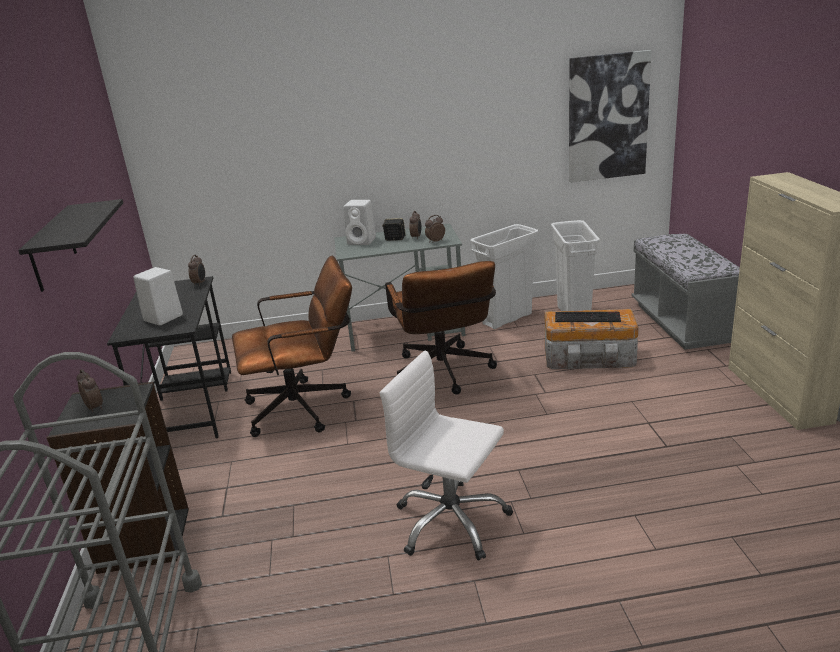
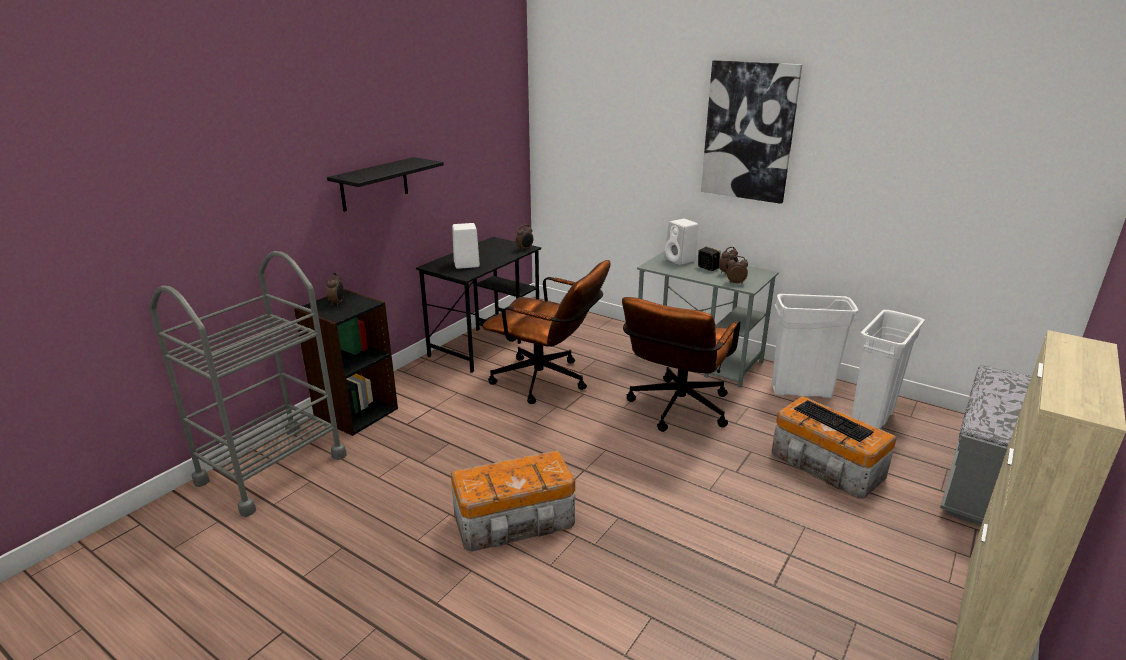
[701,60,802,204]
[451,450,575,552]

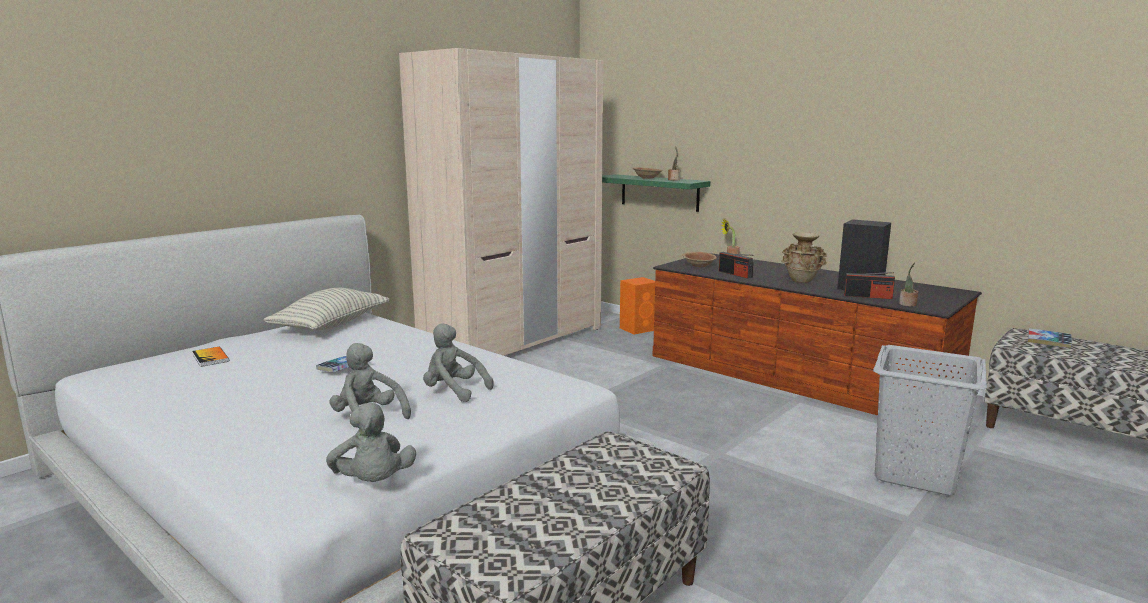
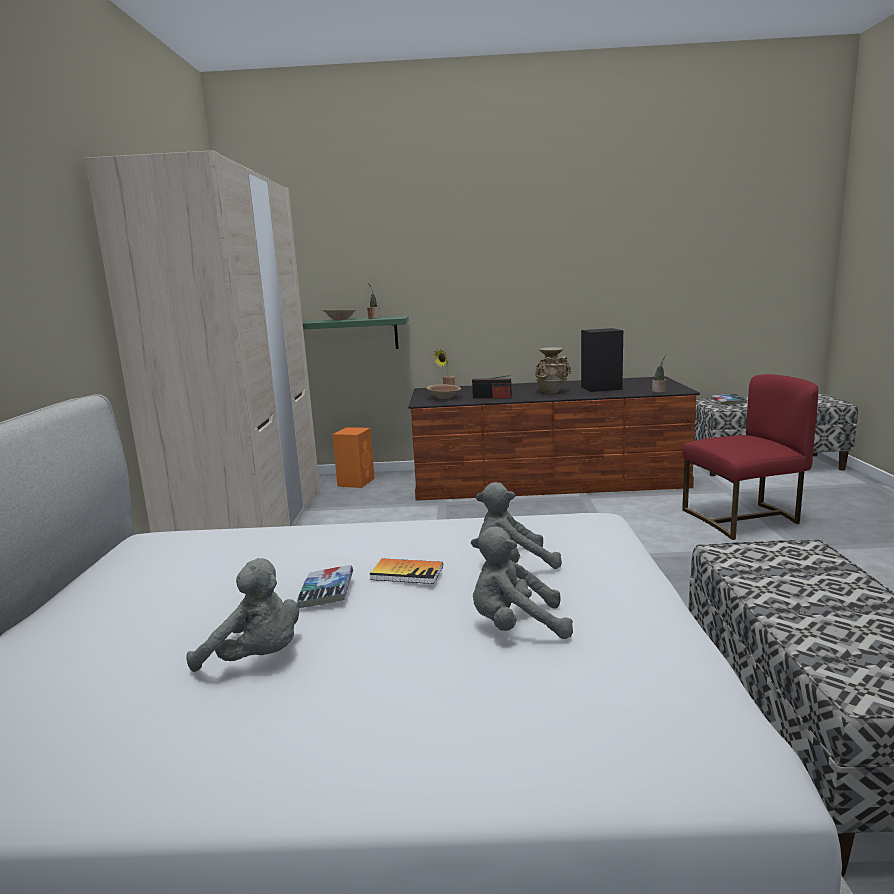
[264,288,389,330] (first image)
[844,272,895,299] (first image)
[369,558,443,584]
[186,558,299,672]
[682,374,818,540]

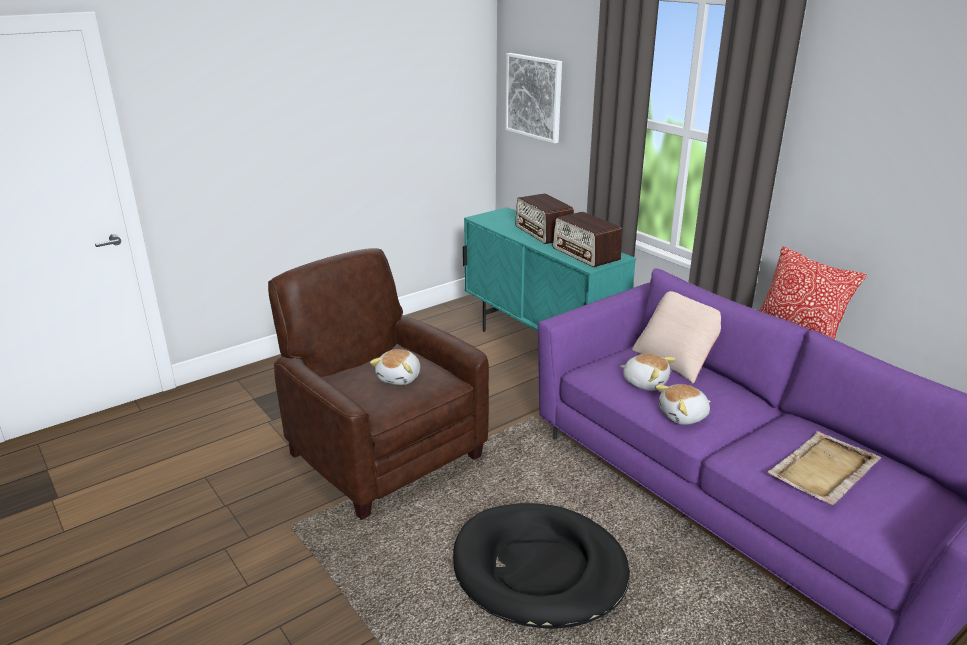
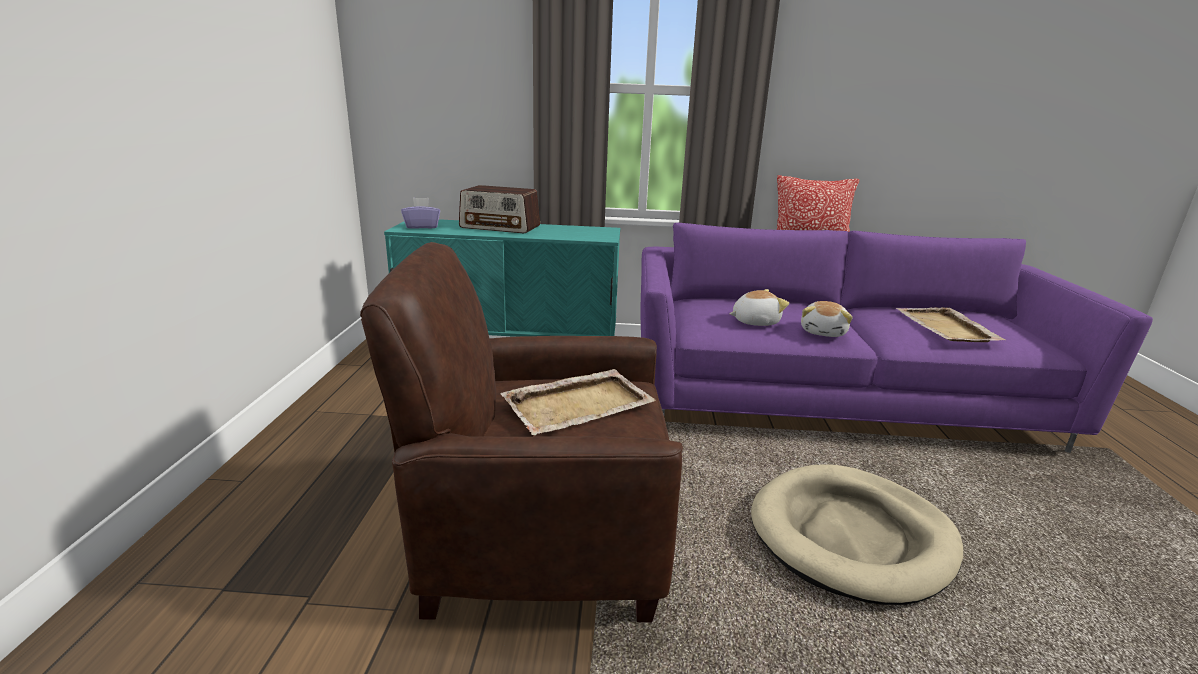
[505,53,562,144] (first image)
[552,212,622,267] (first image)
[632,291,721,384] (first image)
[401,198,440,229]
[500,369,656,435]
[751,464,963,605]

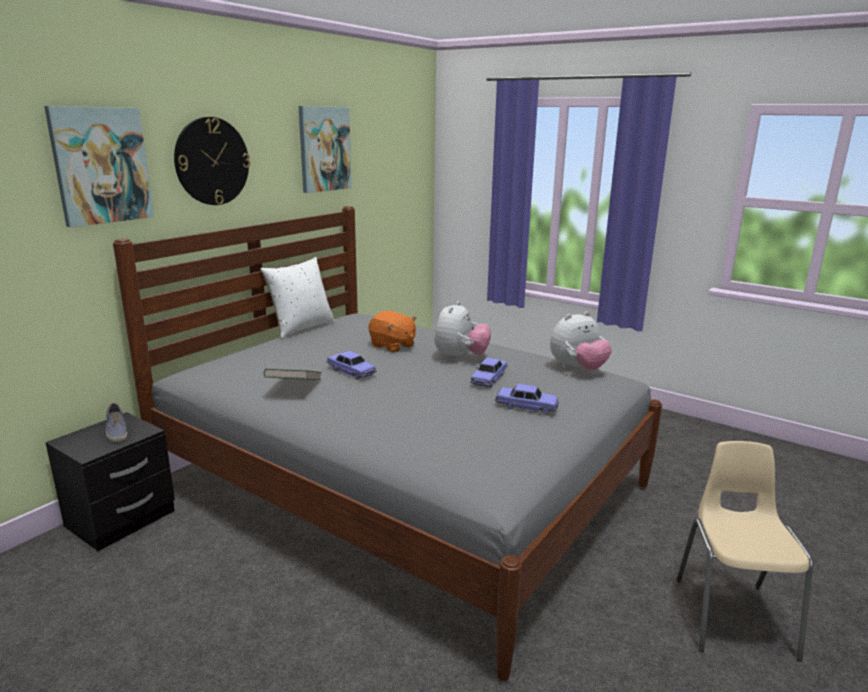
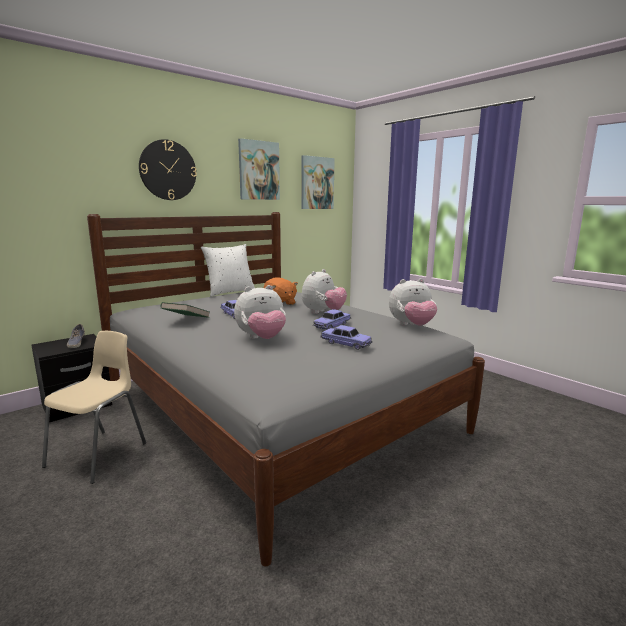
[234,285,286,339]
[301,155,335,209]
[42,331,146,484]

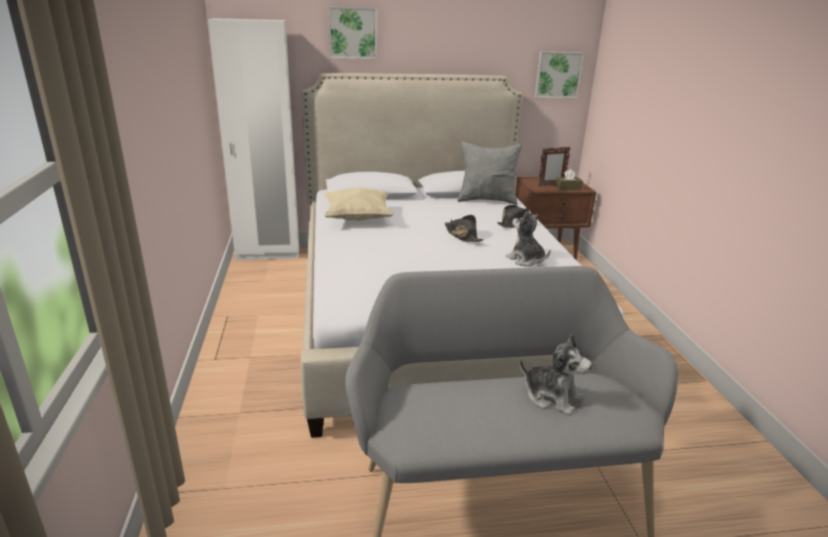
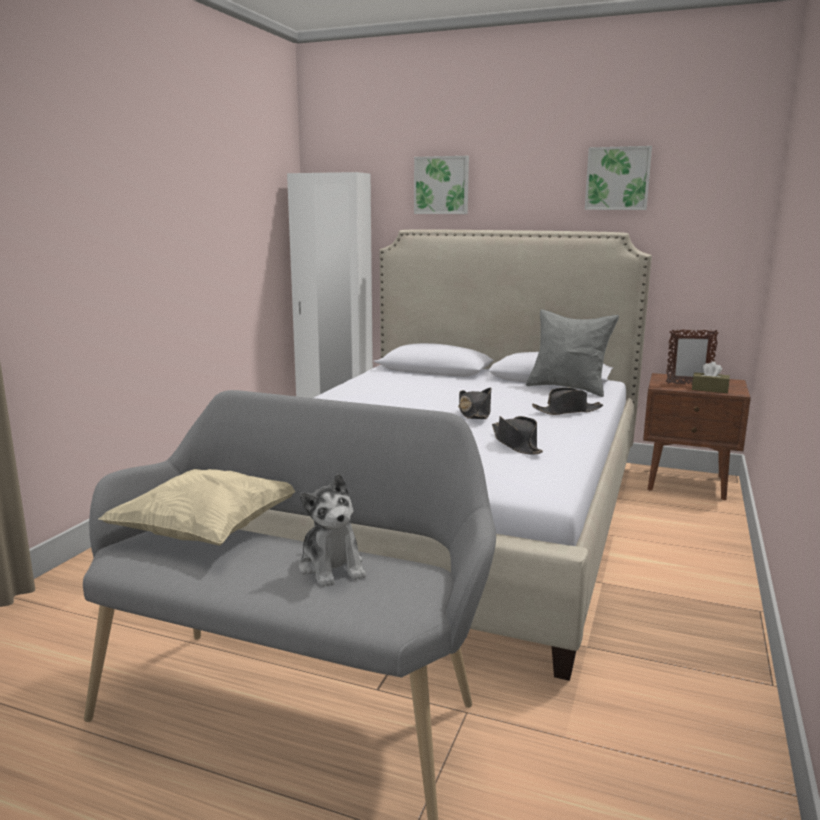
[98,469,295,546]
[585,146,652,210]
[492,416,543,455]

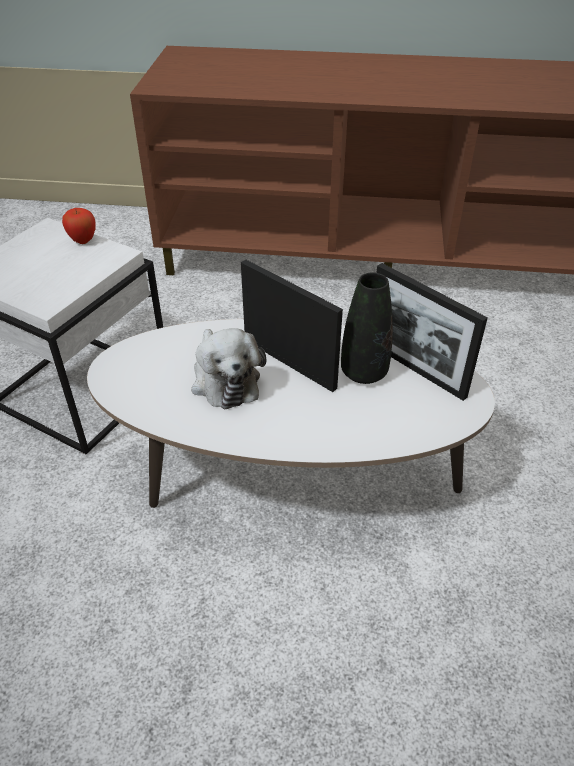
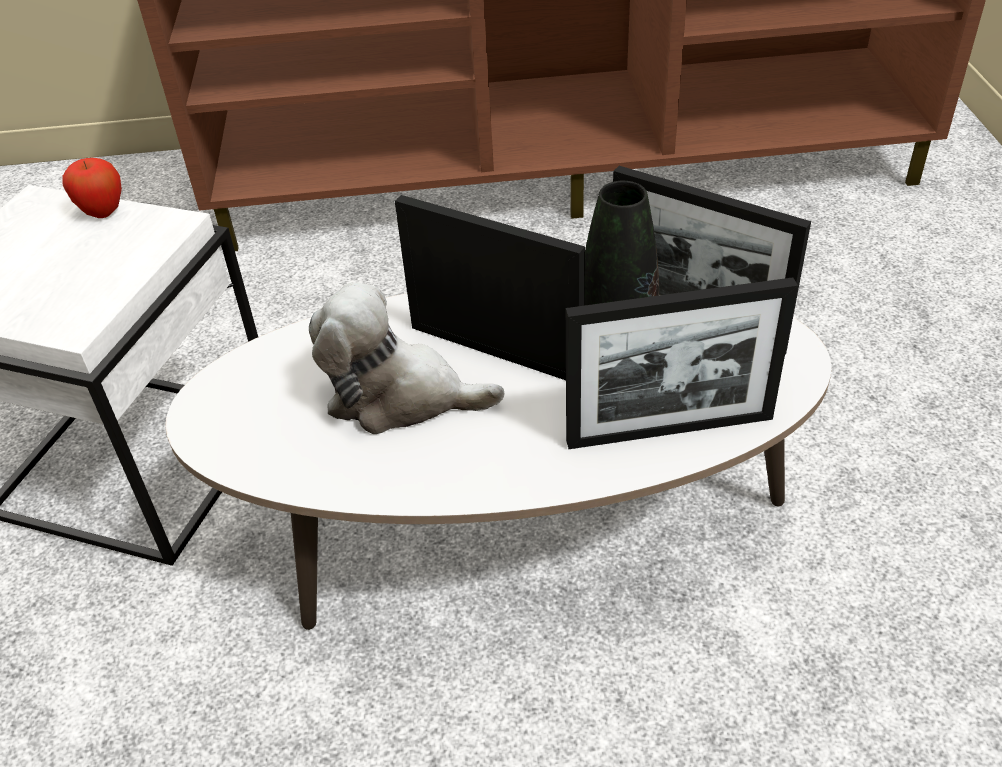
[566,277,798,449]
[309,283,504,434]

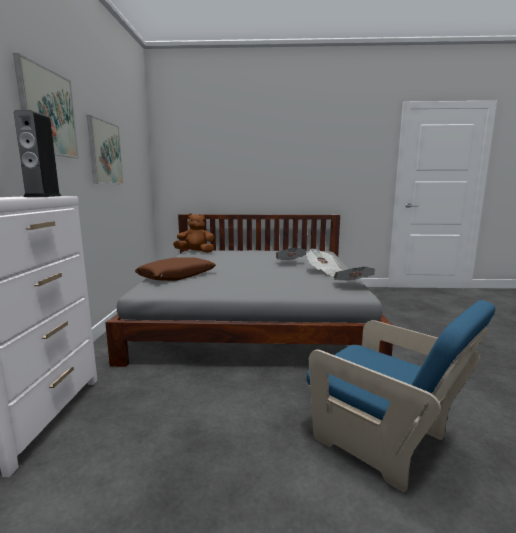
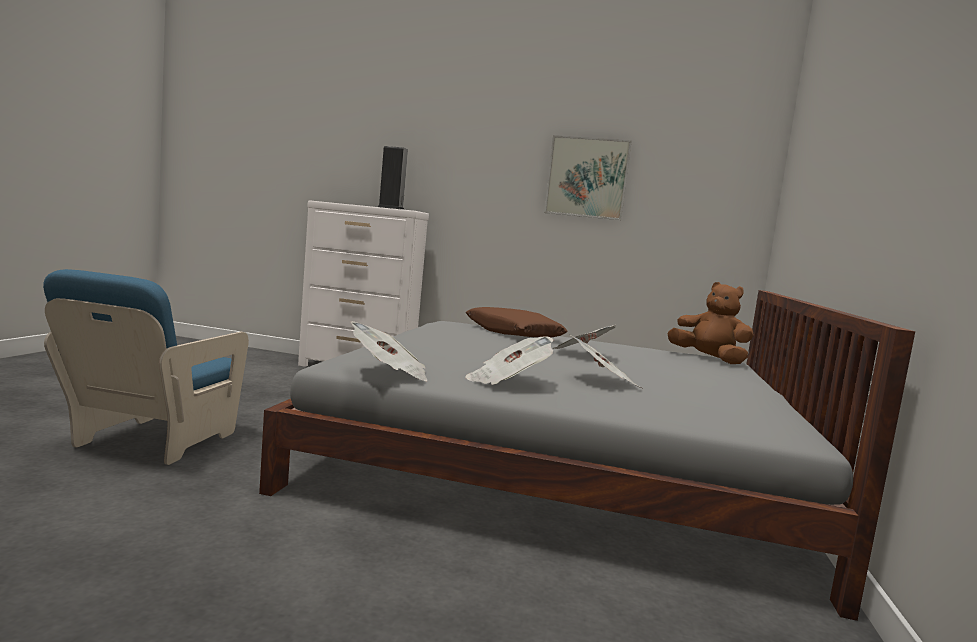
[13,53,79,158] (first image)
[553,325,615,349]
[667,282,754,364]
[43,269,249,465]

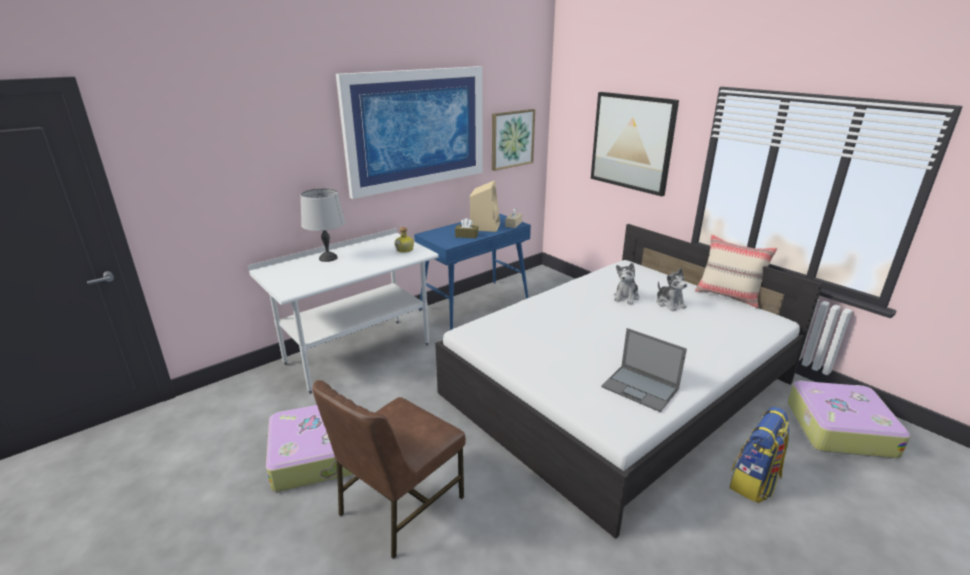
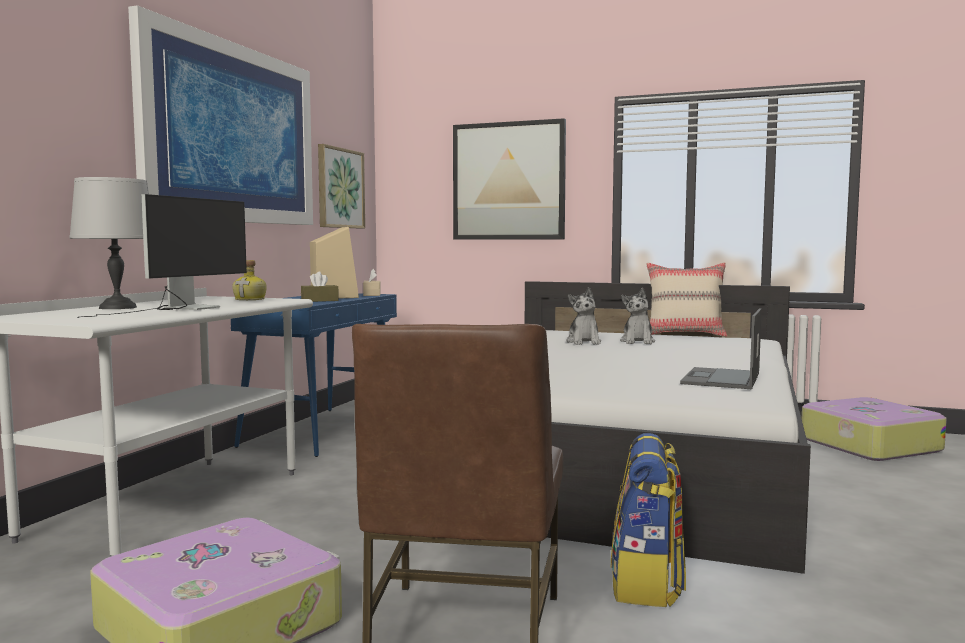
[77,194,247,318]
[611,433,686,607]
[680,309,762,389]
[620,288,655,344]

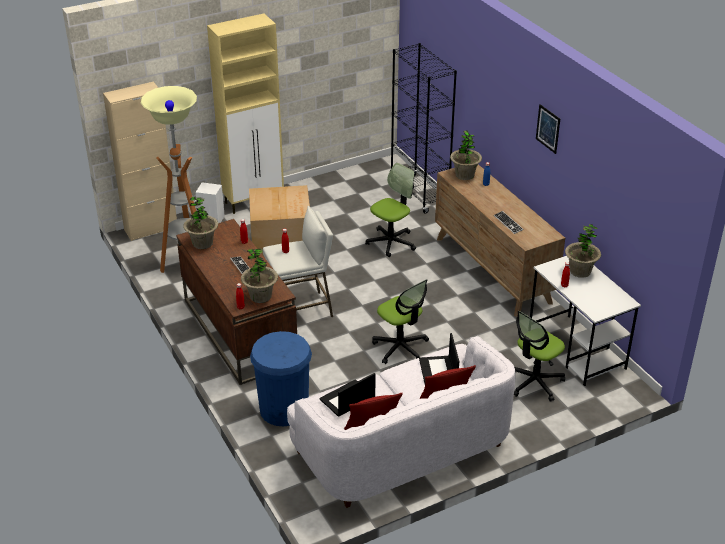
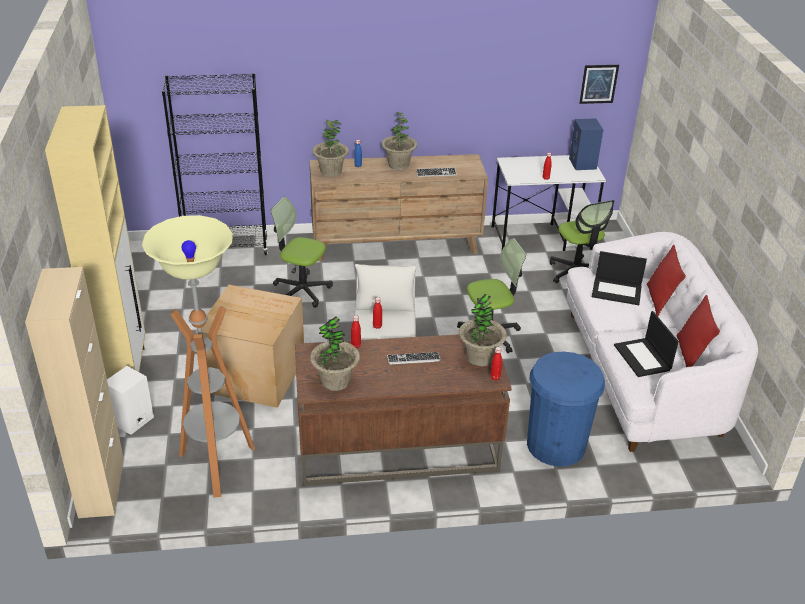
[569,118,603,170]
[579,65,619,104]
[381,112,417,170]
[271,197,333,308]

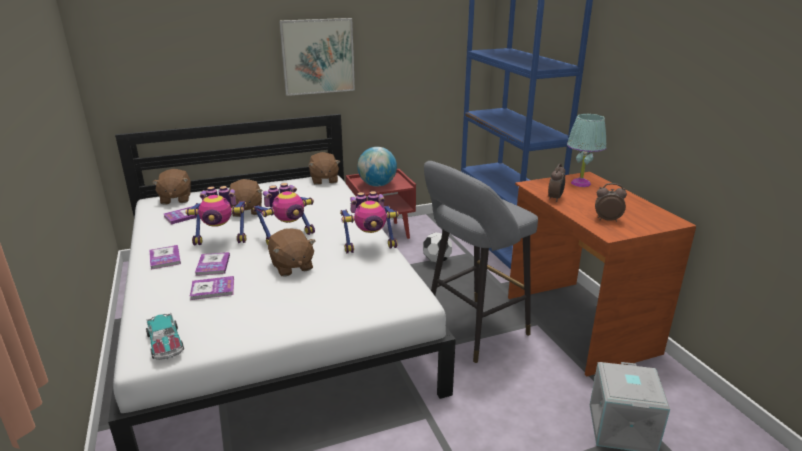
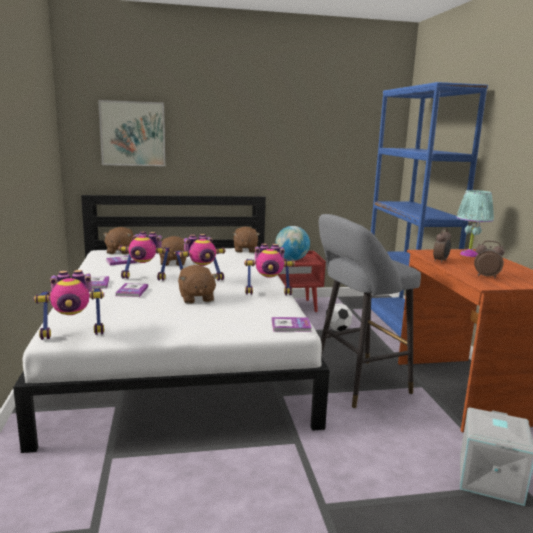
[272,317,312,332]
[98,100,165,166]
[34,270,104,340]

